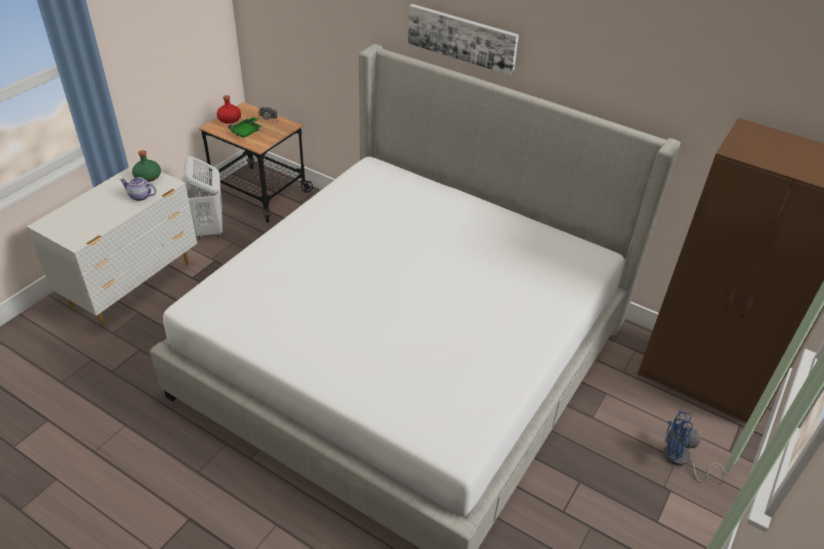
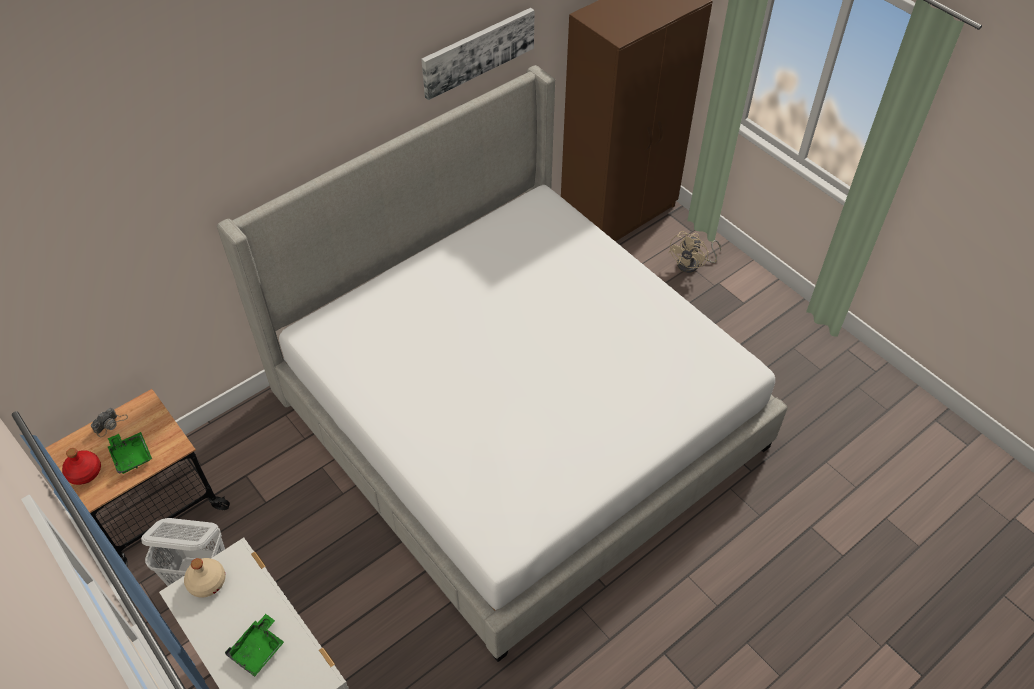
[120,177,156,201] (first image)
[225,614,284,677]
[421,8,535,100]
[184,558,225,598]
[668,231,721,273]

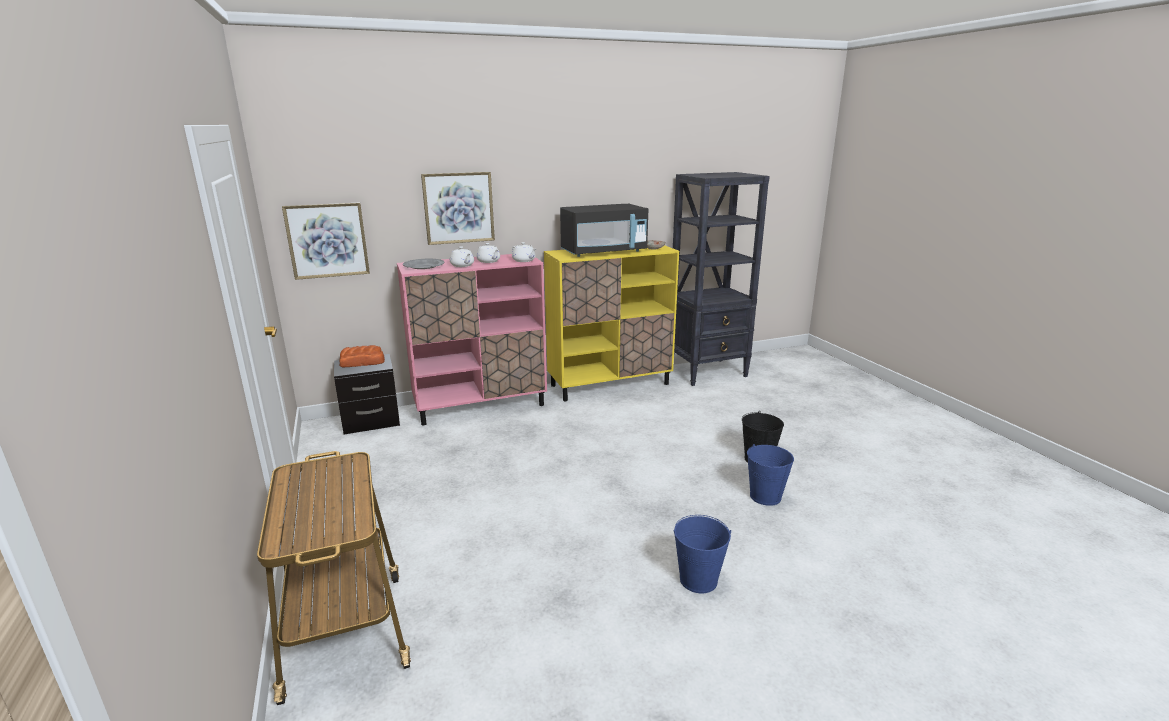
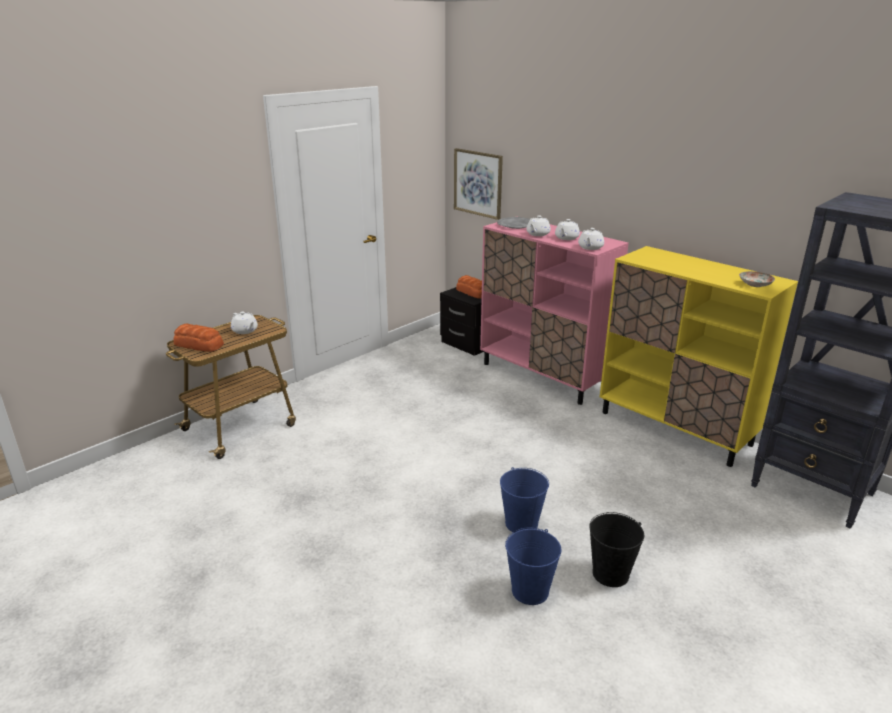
[421,172,495,245] (first image)
[560,204,648,257] (first image)
[173,324,224,352]
[231,311,258,334]
[500,467,549,533]

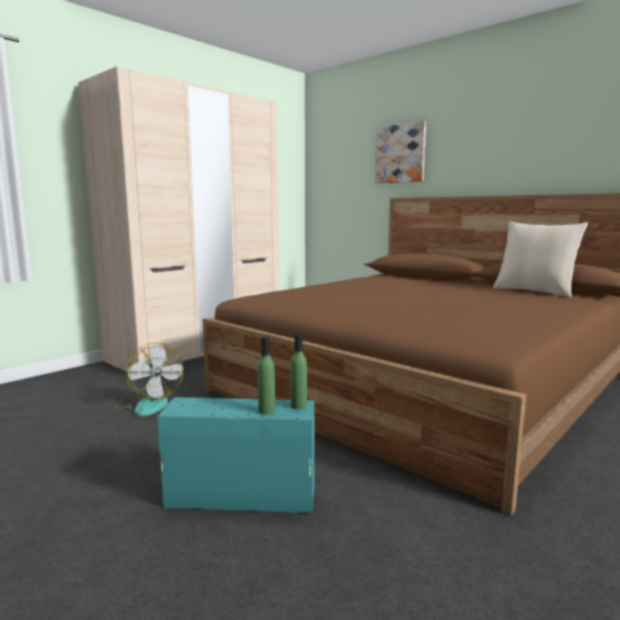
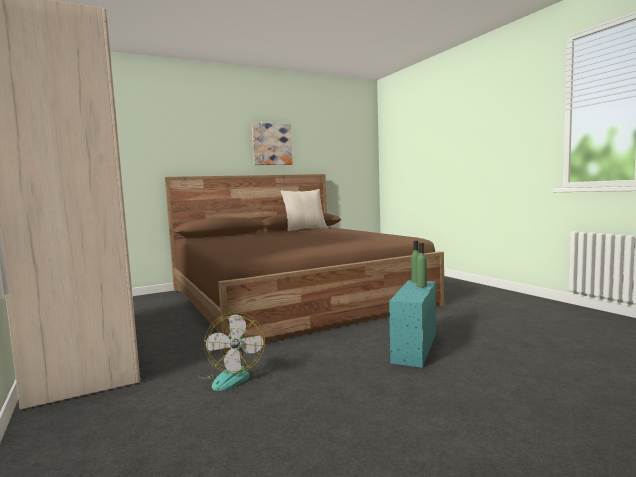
[252,122,292,165]
[198,312,265,391]

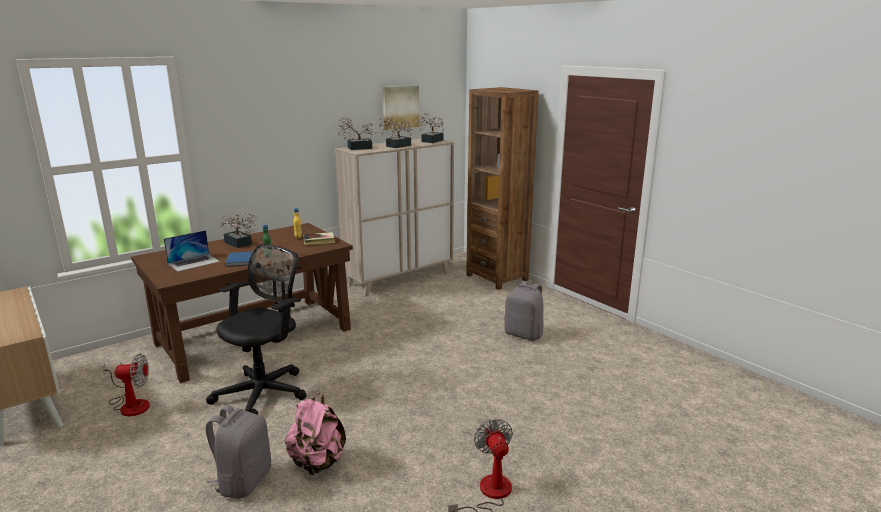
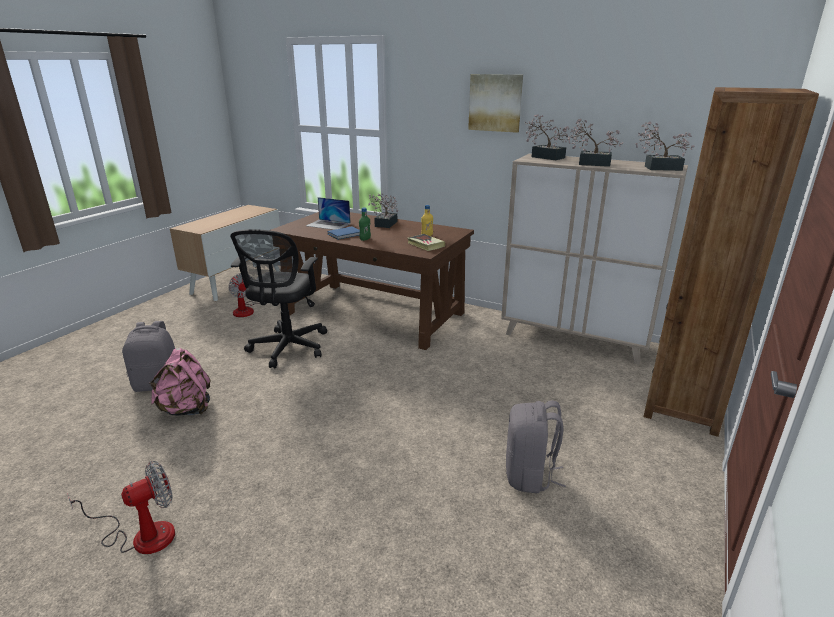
[468,74,523,133]
[230,229,327,368]

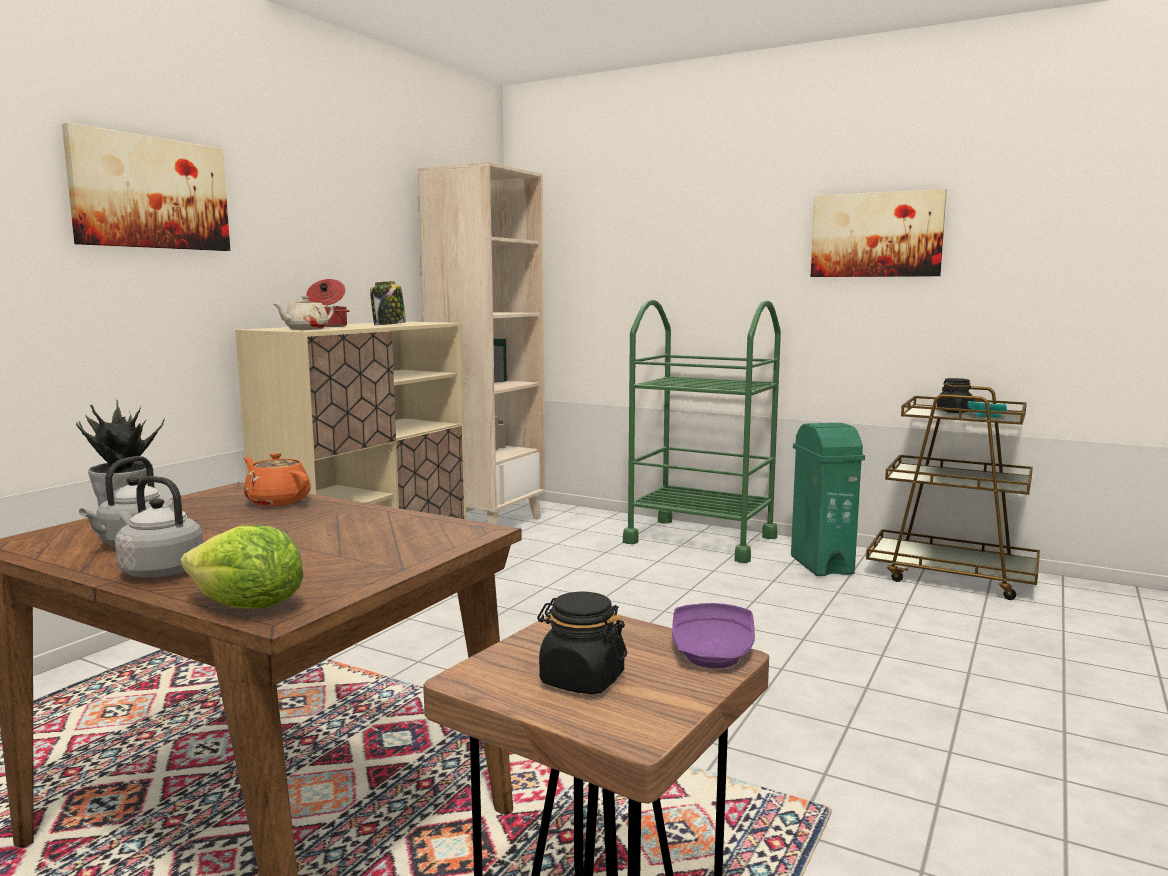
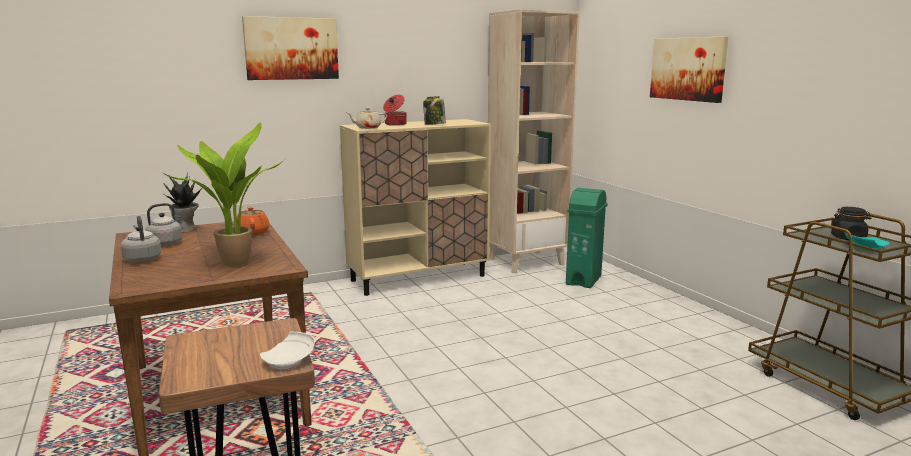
[181,525,303,609] (first image)
[537,591,627,694] (first image)
[623,299,781,563] (first image)
[162,122,284,267]
[566,188,608,288]
[650,37,728,103]
[260,332,315,369]

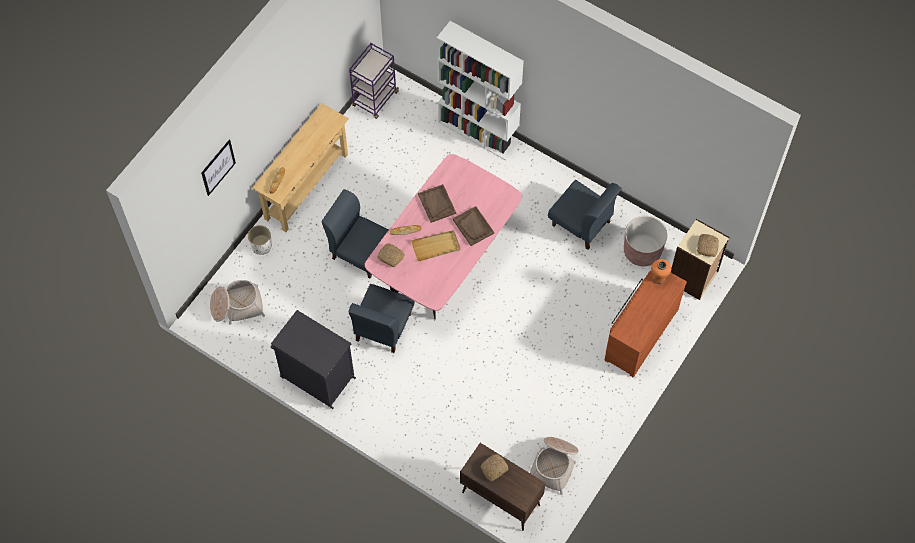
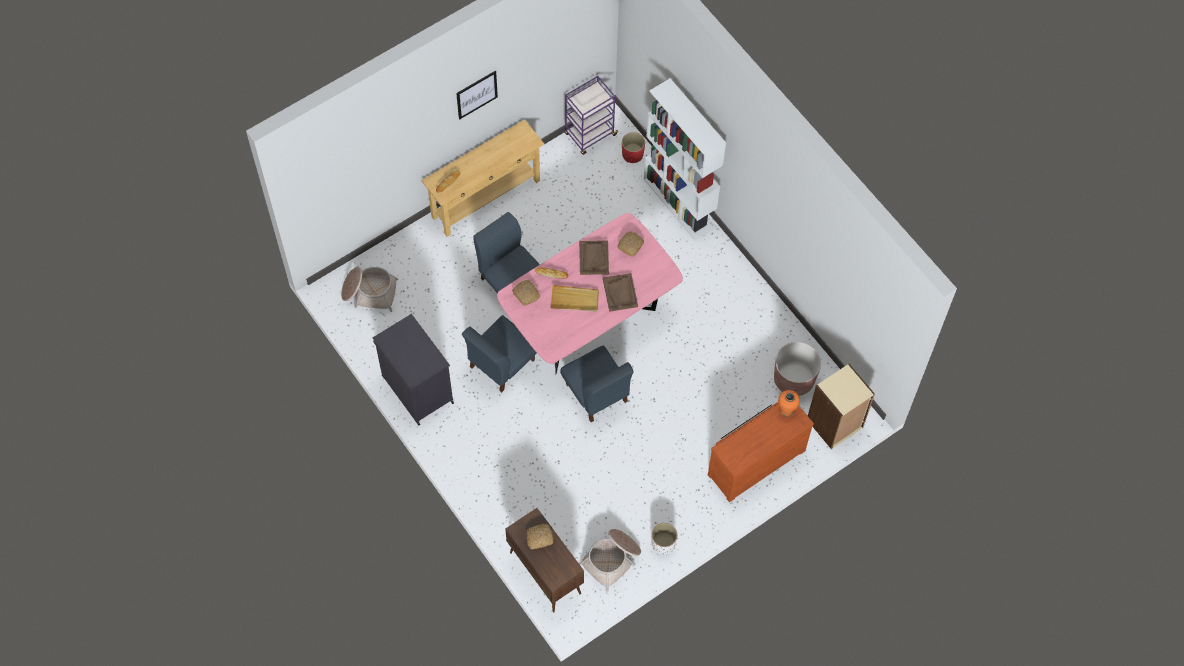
[622,132,645,163]
[456,71,498,120]
[651,523,678,555]
[560,345,634,422]
[617,231,644,257]

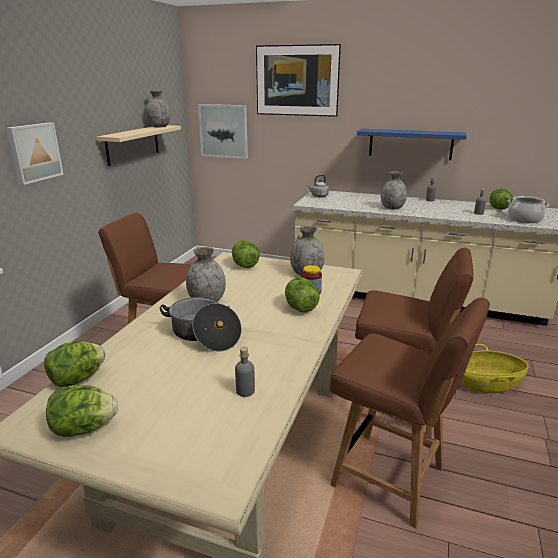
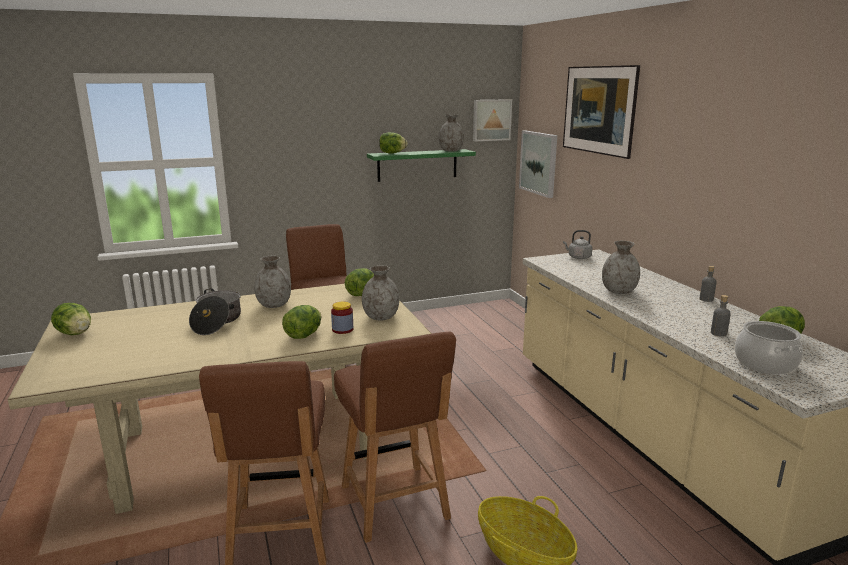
[235,347,255,397] (first image)
[357,129,467,160] (first image)
[473,99,512,141]
[379,132,408,153]
[367,149,476,182]

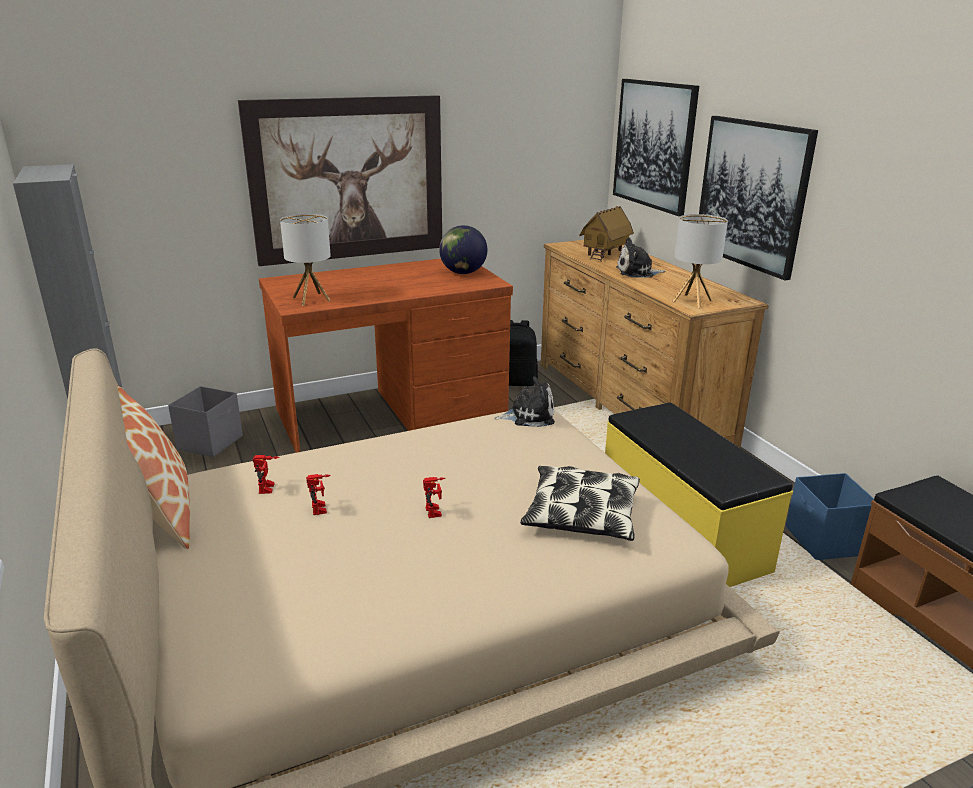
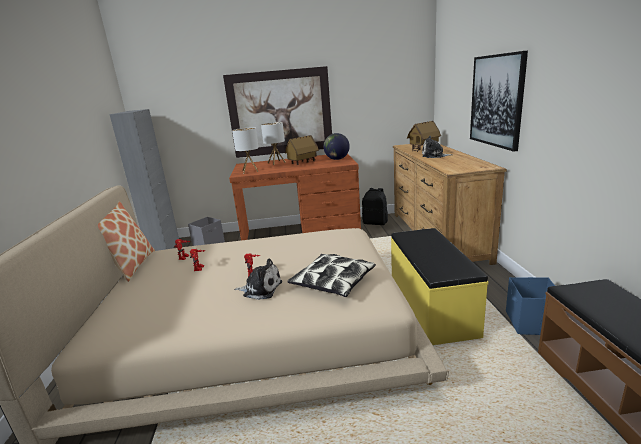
[613,79,699,216] (first image)
[285,135,319,165]
[234,258,282,300]
[261,122,285,165]

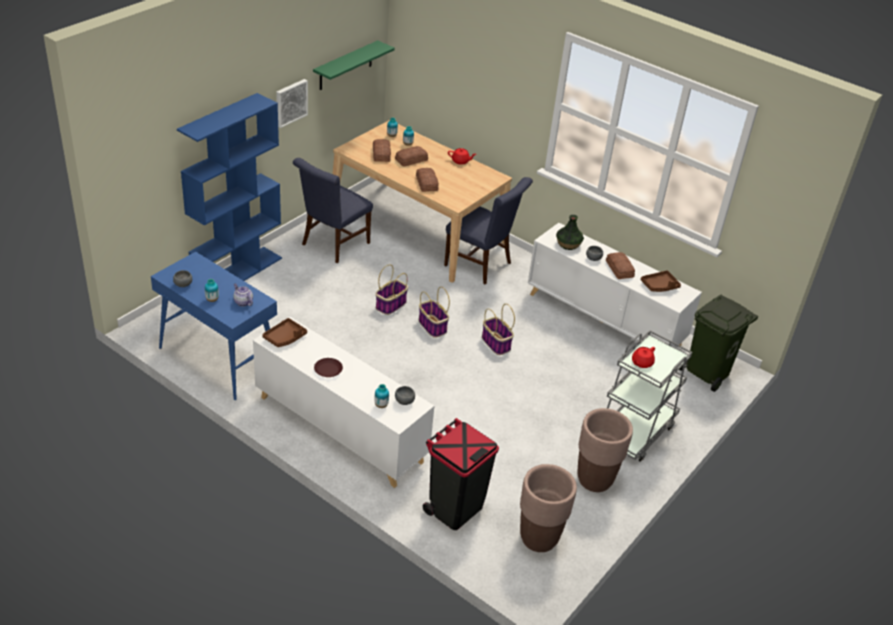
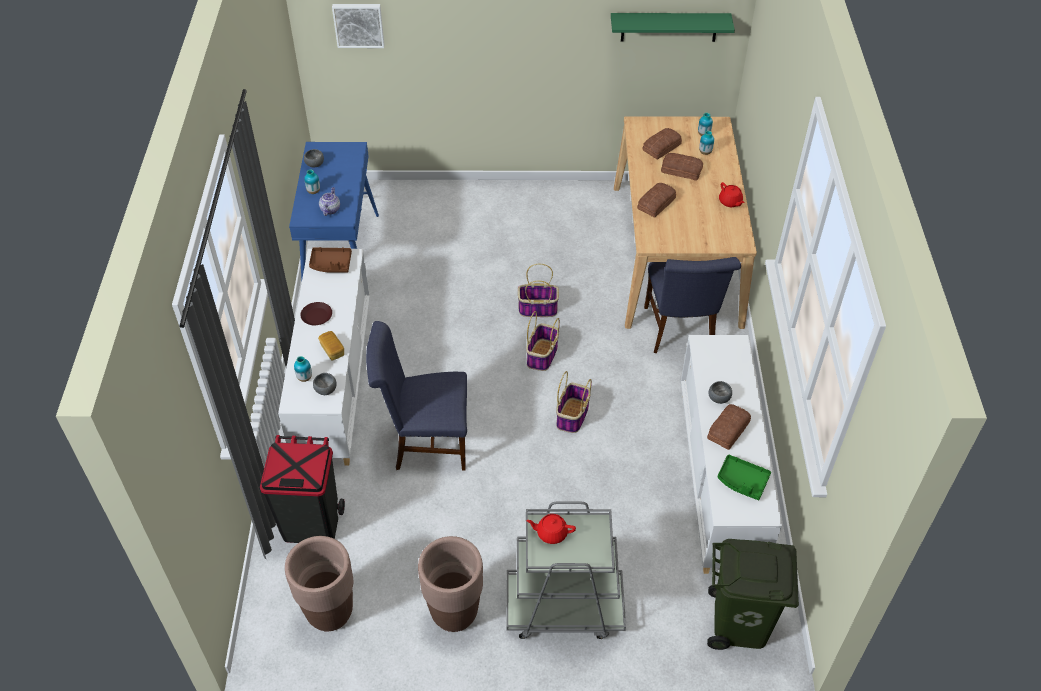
[177,93,282,281] (first image)
[556,215,584,250] (first image)
[318,331,344,361]
[332,4,384,48]
[366,321,467,470]
[718,455,771,500]

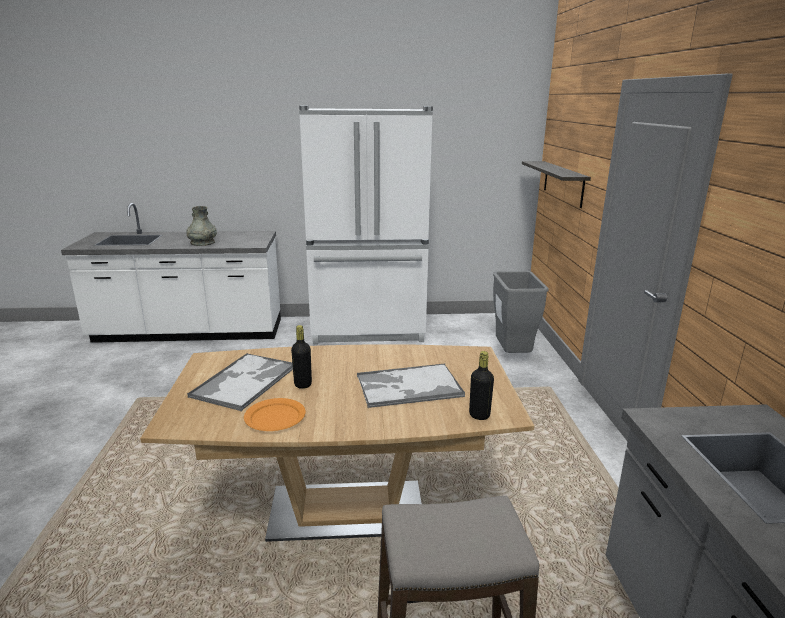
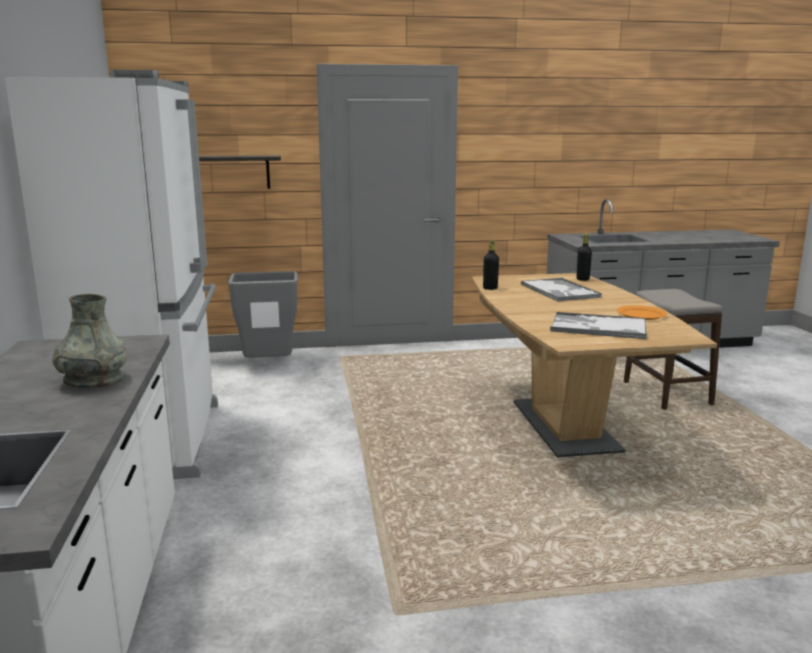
[483,240,499,290]

